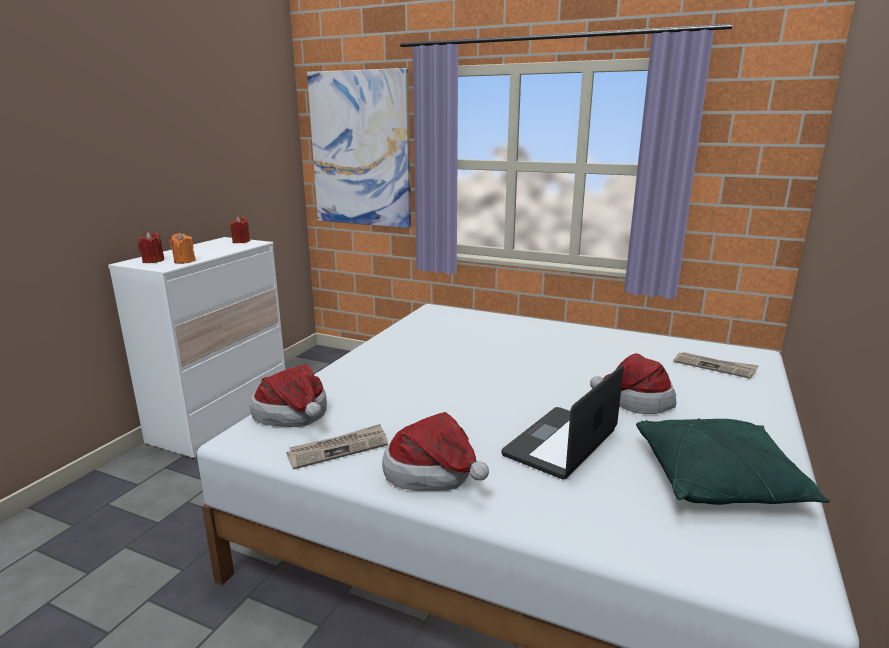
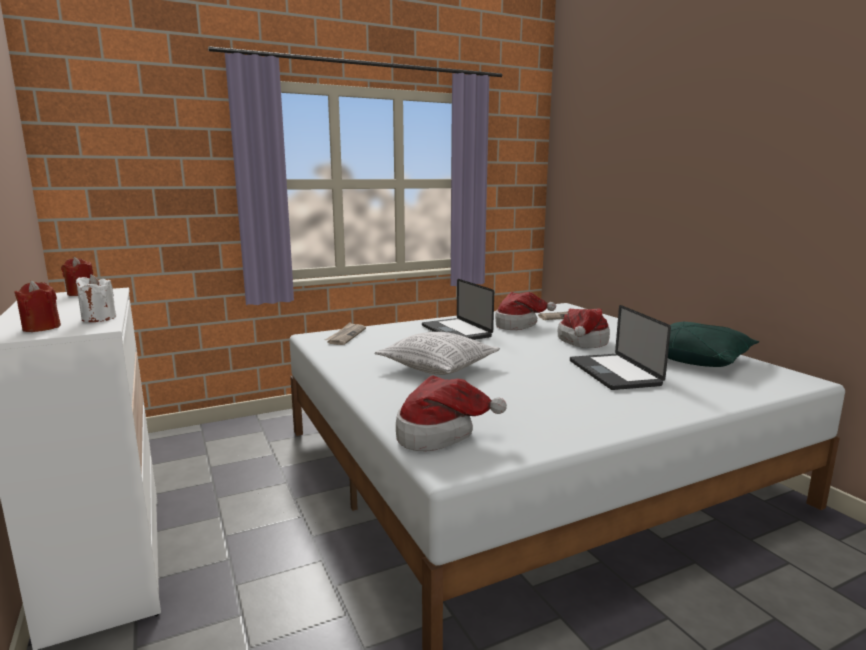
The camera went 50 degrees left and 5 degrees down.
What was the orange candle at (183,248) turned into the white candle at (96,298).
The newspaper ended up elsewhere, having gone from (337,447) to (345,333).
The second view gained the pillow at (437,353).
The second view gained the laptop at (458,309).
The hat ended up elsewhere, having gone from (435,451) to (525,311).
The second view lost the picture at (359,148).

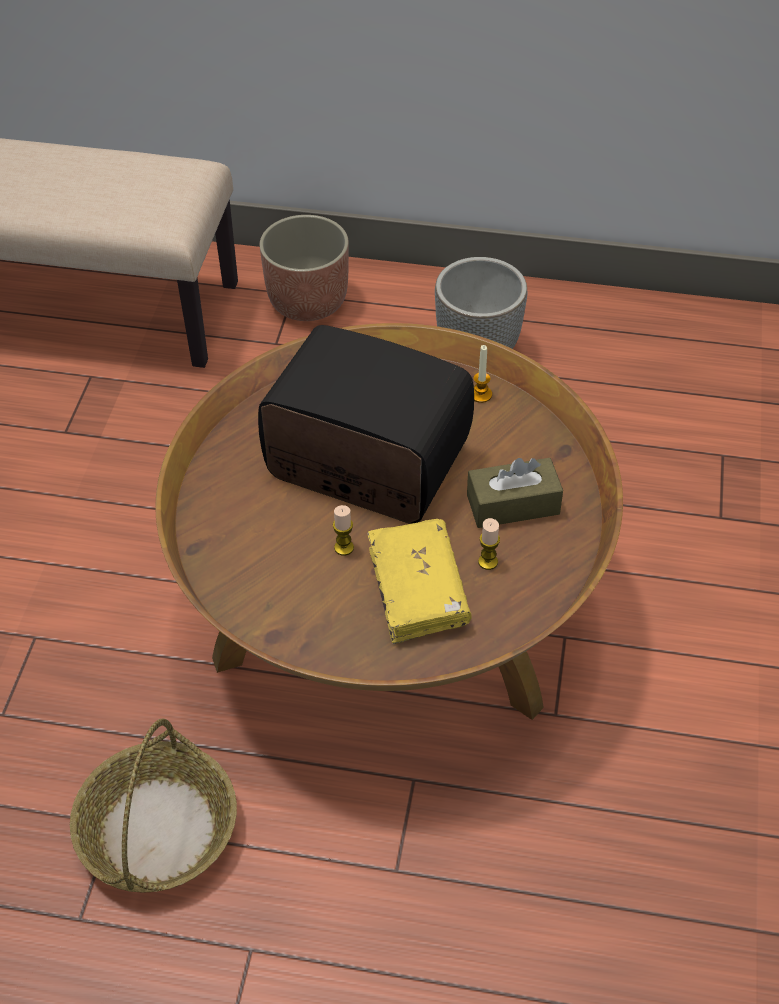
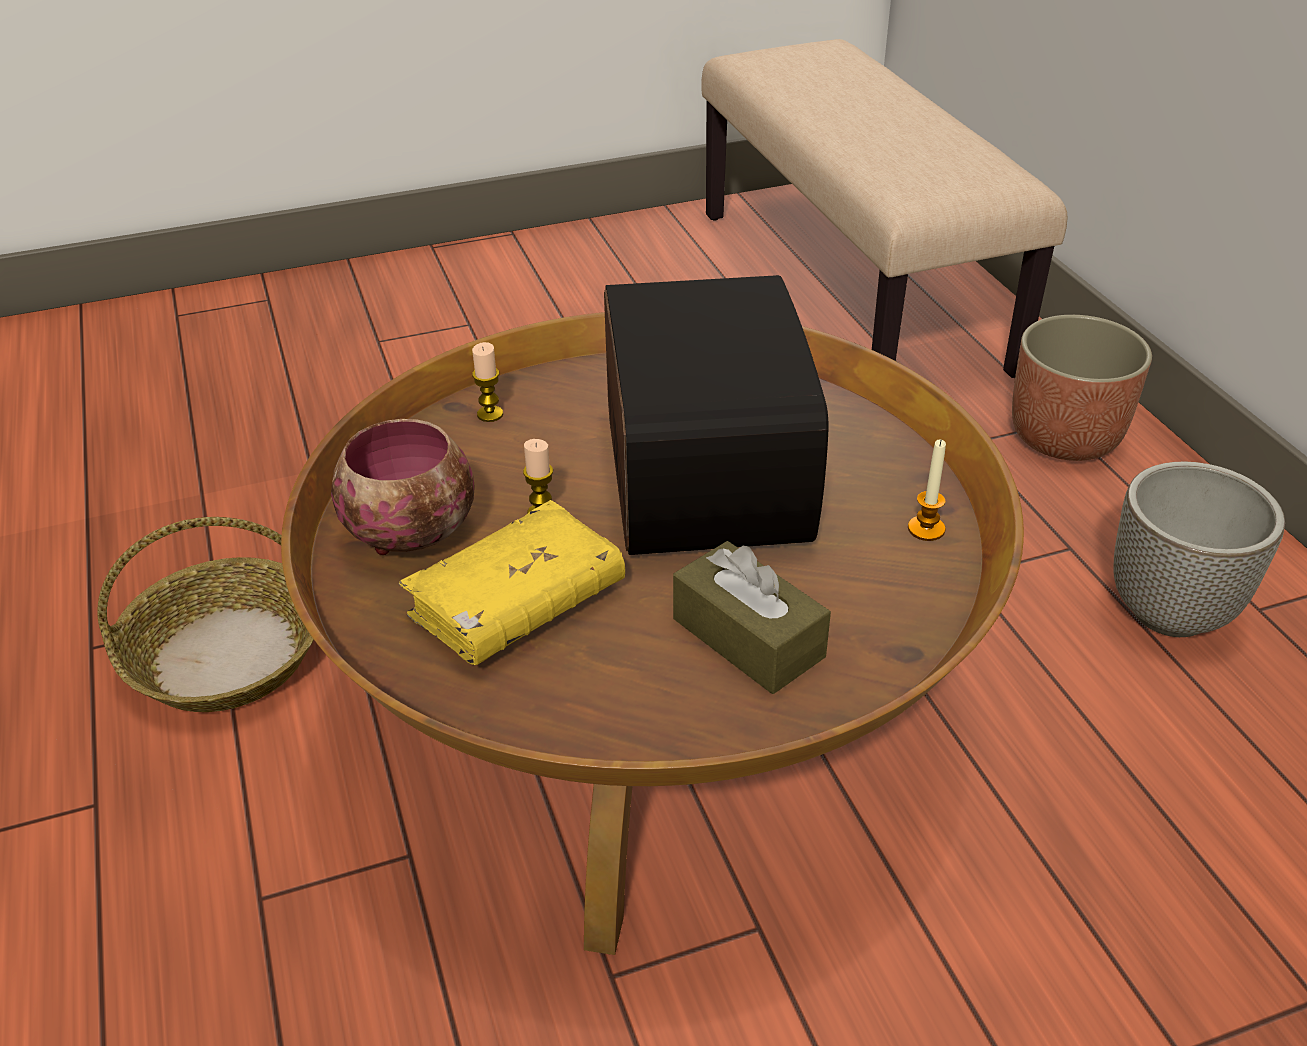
The camera went 60 degrees right and 10 degrees down.
The second view gained the bowl at (403,487).
The candle ended up elsewhere, having gone from (489,544) to (487,382).

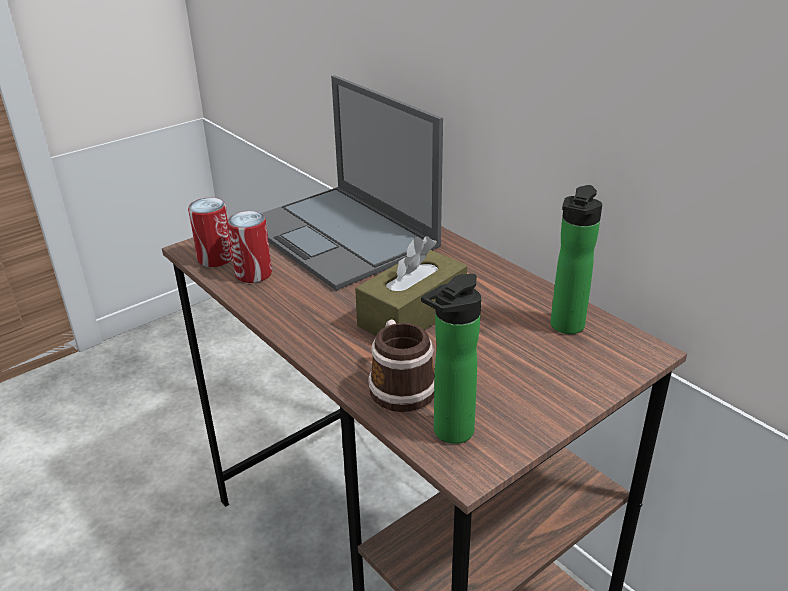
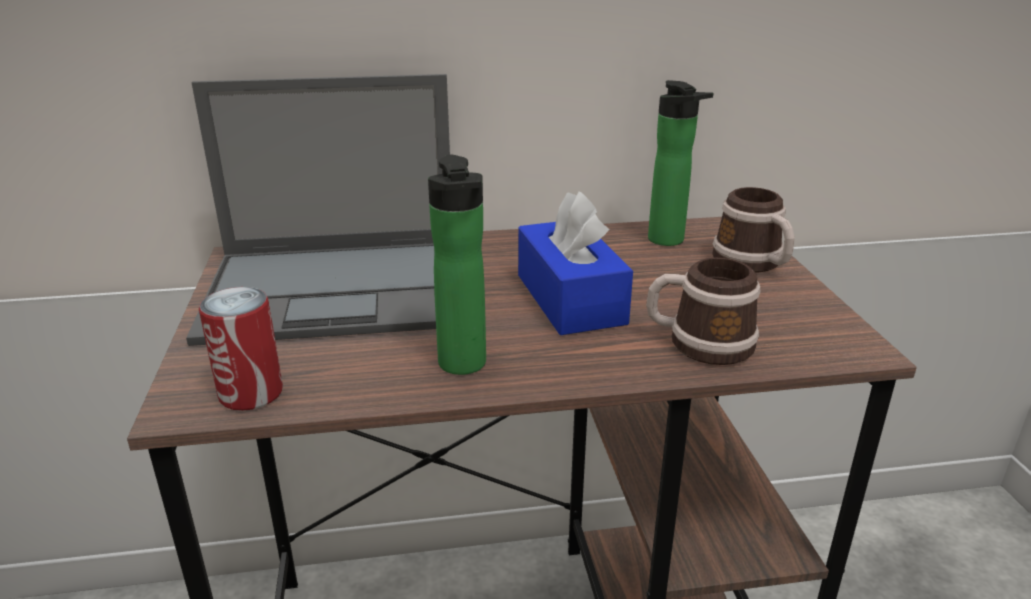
The camera went 60 degrees left and 5 degrees down.
The bottle ended up elsewhere, having gone from (451,359) to (457,265).
What was the brown tissue box at (411,286) turned into the blue tissue box at (575,263).
The second view gained the mug at (753,229).
The second view lost the can at (249,247).

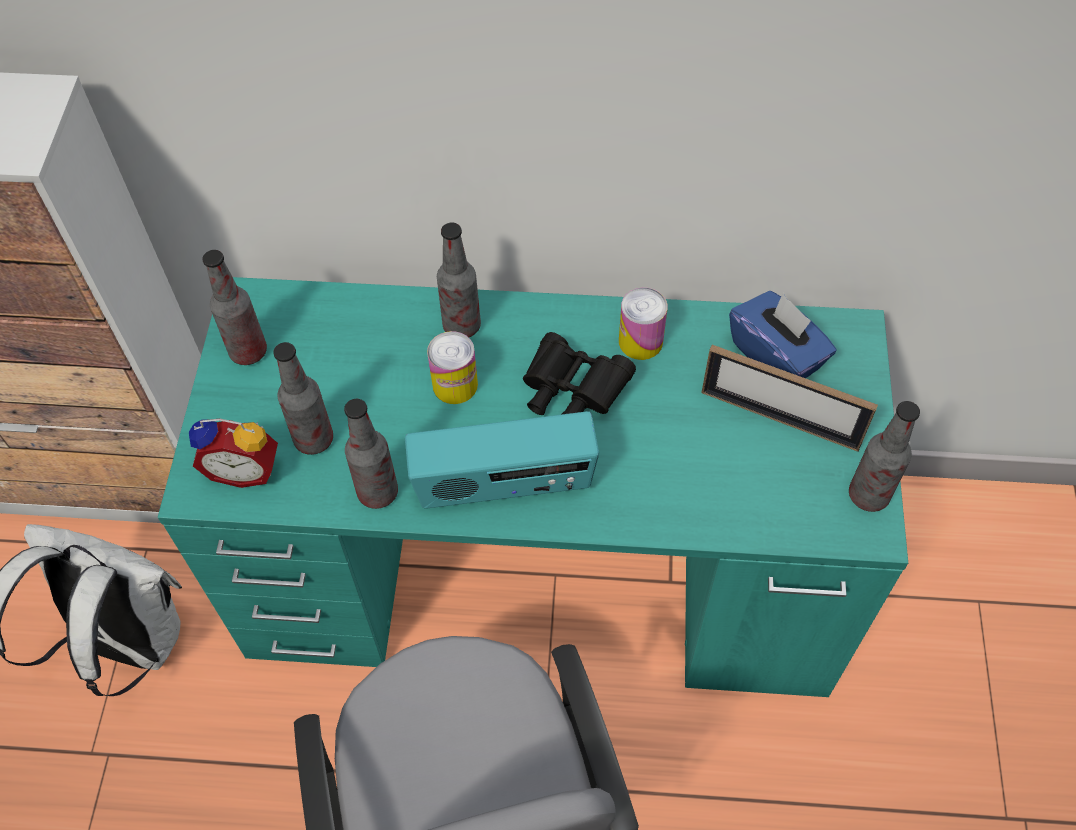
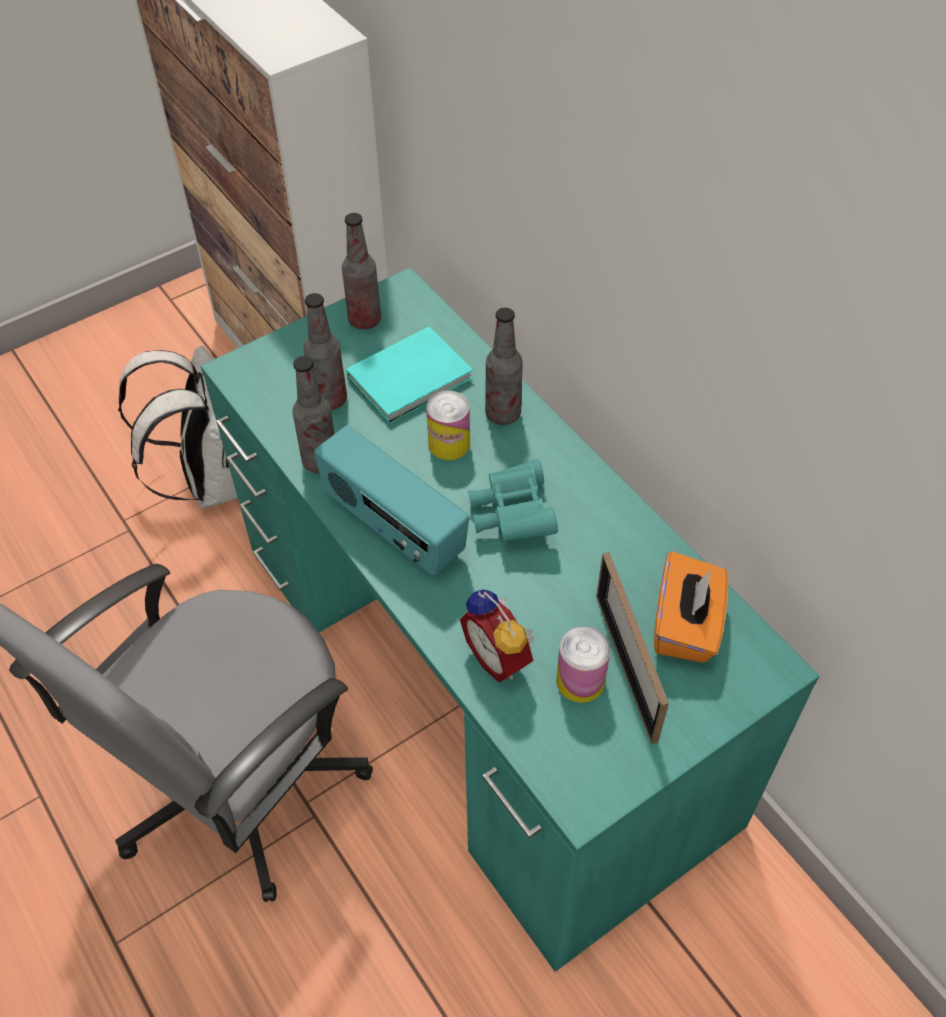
The camera went 50 degrees right and 5 degrees down.
The second view gained the turquoise book at (409,375).
The alarm clock ended up elsewhere, having gone from (233,453) to (497,636).
What was the black binoculars at (579,373) turned into the turquoise binoculars at (513,500).
The can ended up elsewhere, having gone from (643,324) to (583,664).
What was the blue tissue box at (782,334) turned into the orange tissue box at (691,607).
The second view lost the bottle at (884,456).

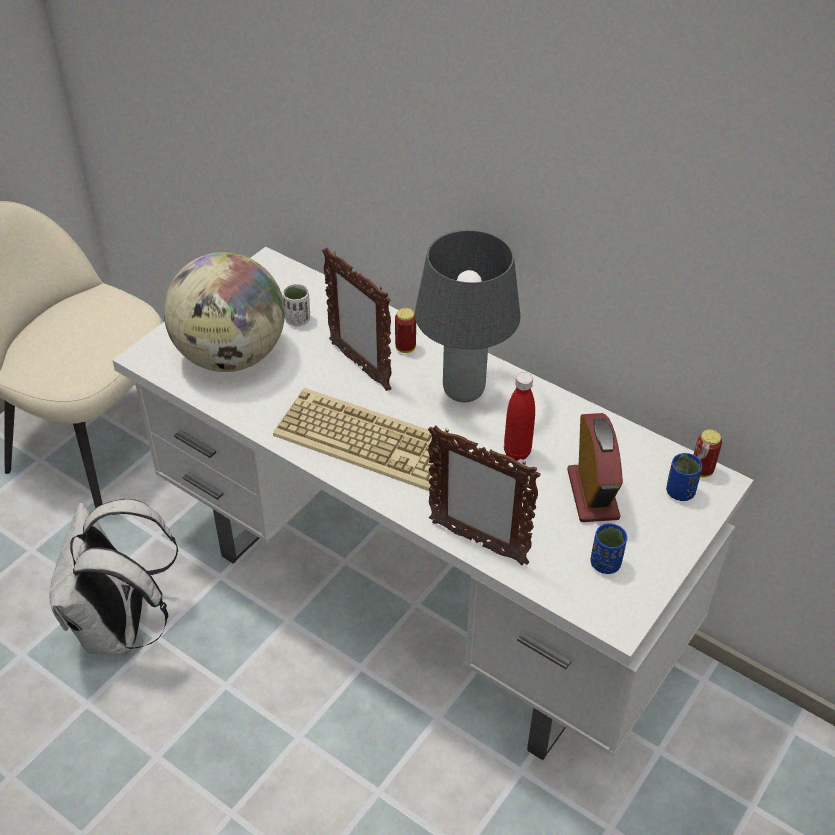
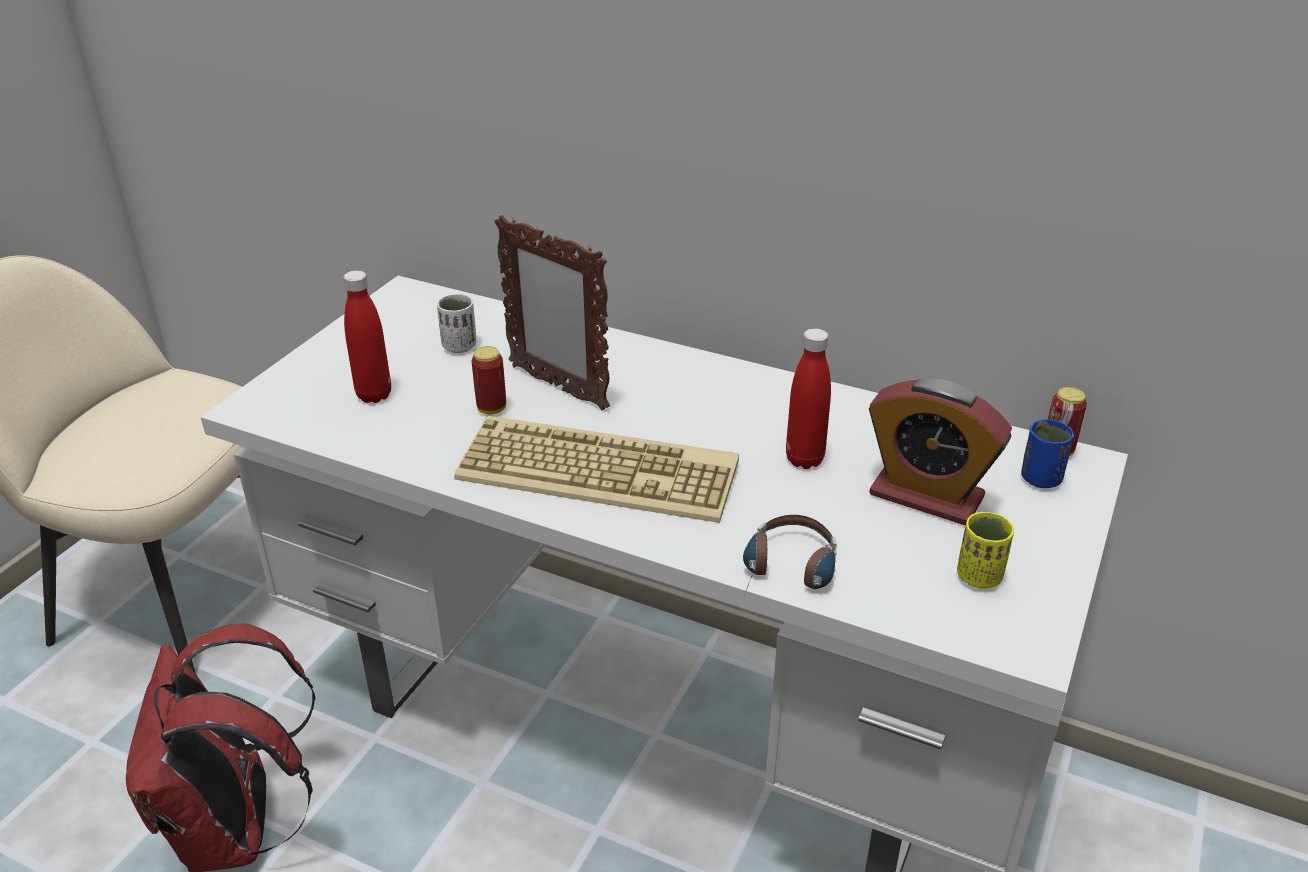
The camera went 10 degrees left and 10 degrees down.
What was the white backpack at (114,577) turned into the red backpack at (221,748).
Where the globe stood at (224,312), the red bottle came to stand at (367,336).
The can ended up elsewhere, having gone from (405,330) to (489,380).
Where the picture frame stood at (484,495), the headphones came to stand at (790,555).
The alarm clock at (595,467) ended up facing another way, 135 degrees clockwise from before.
What was the blue cup at (608,548) turned into the yellow cup at (985,550).
The second view lost the grey table lamp at (467,316).

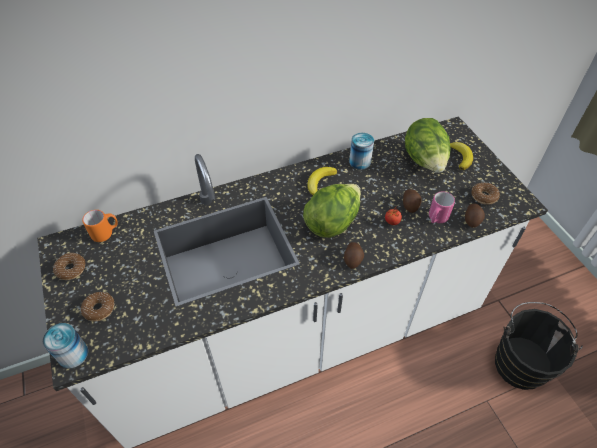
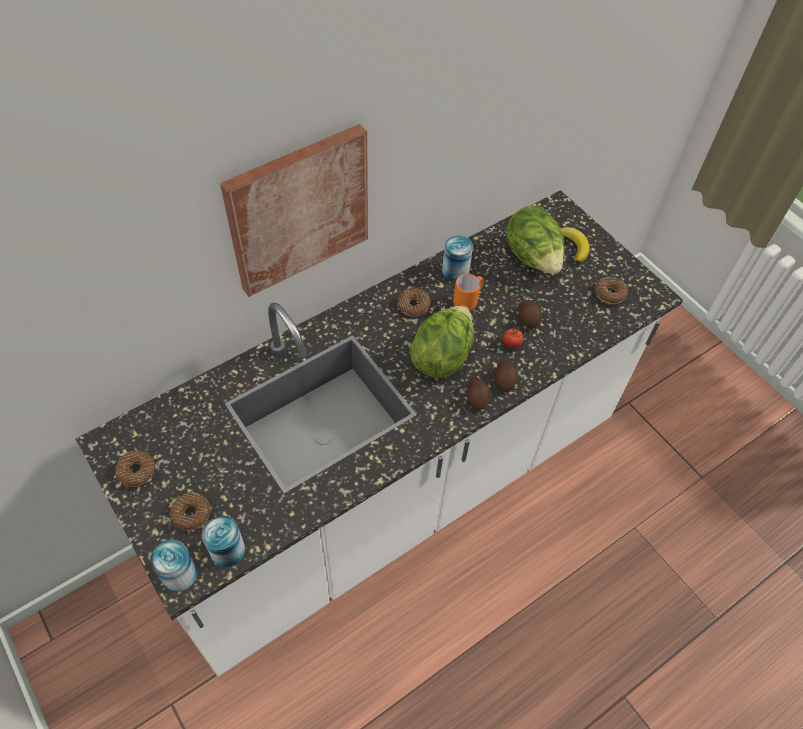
The camera went 15 degrees left and 5 degrees up.
The second view gained the can at (223,541).
The second view gained the picture at (294,210).
Where the banana stood at (322,181), the donut came to stand at (414,302).
The orange mug ended up elsewhere, having gone from (100,226) to (468,292).
The potato ended up elsewhere, having gone from (475,216) to (506,376).
The second view lost the pink mug at (442,207).
The second view lost the black bucket at (539,346).

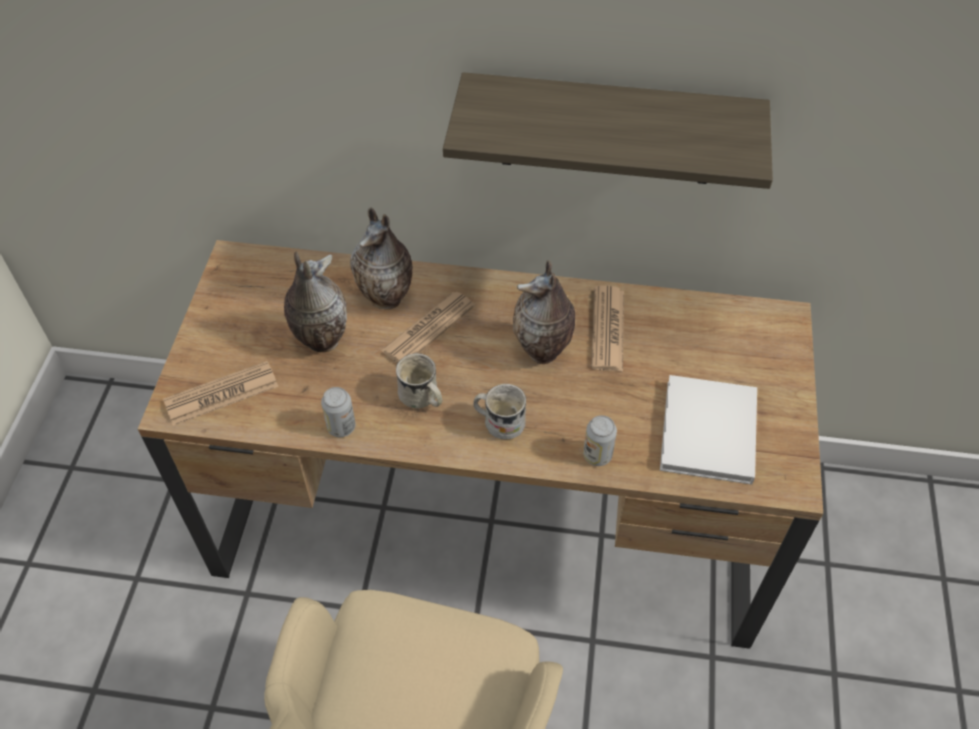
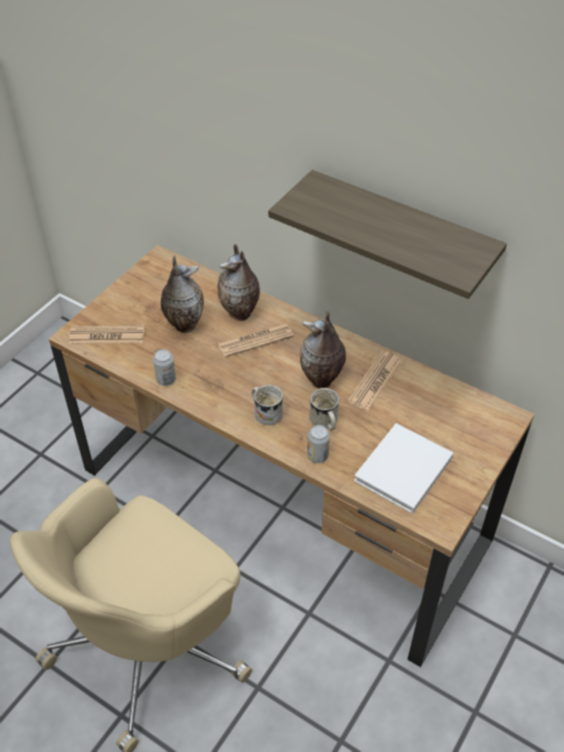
The camera went 25 degrees right and 5 degrees down.
The white mug ended up elsewhere, having gone from (419,380) to (324,409).

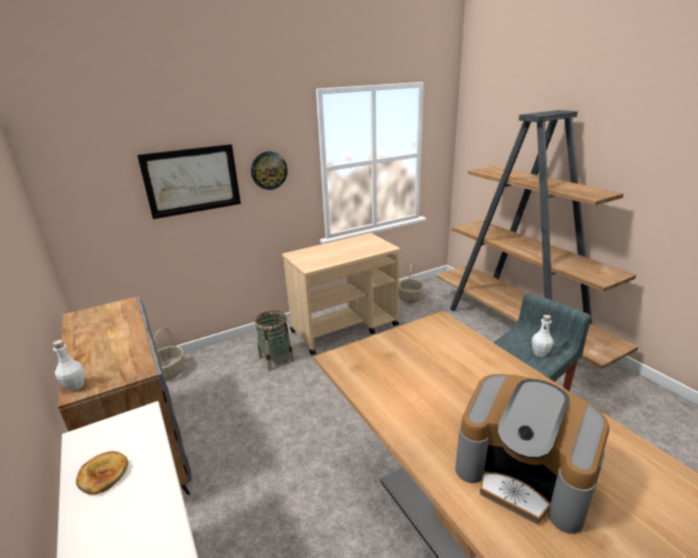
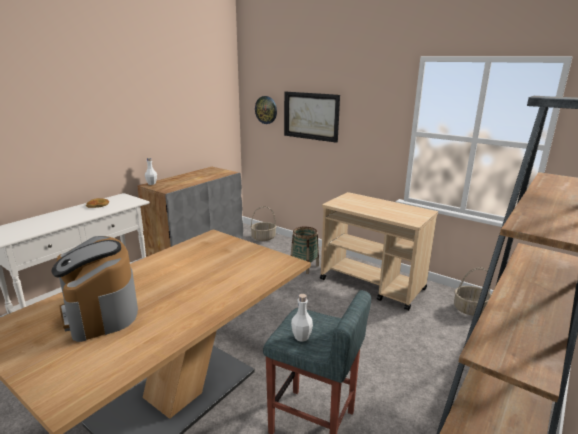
The camera went 65 degrees right and 5 degrees down.
The coffee machine at (532,454) ended up facing another way, 45 degrees counterclockwise from before.
The wall clock ended up elsewhere, having gone from (269,170) to (266,110).

